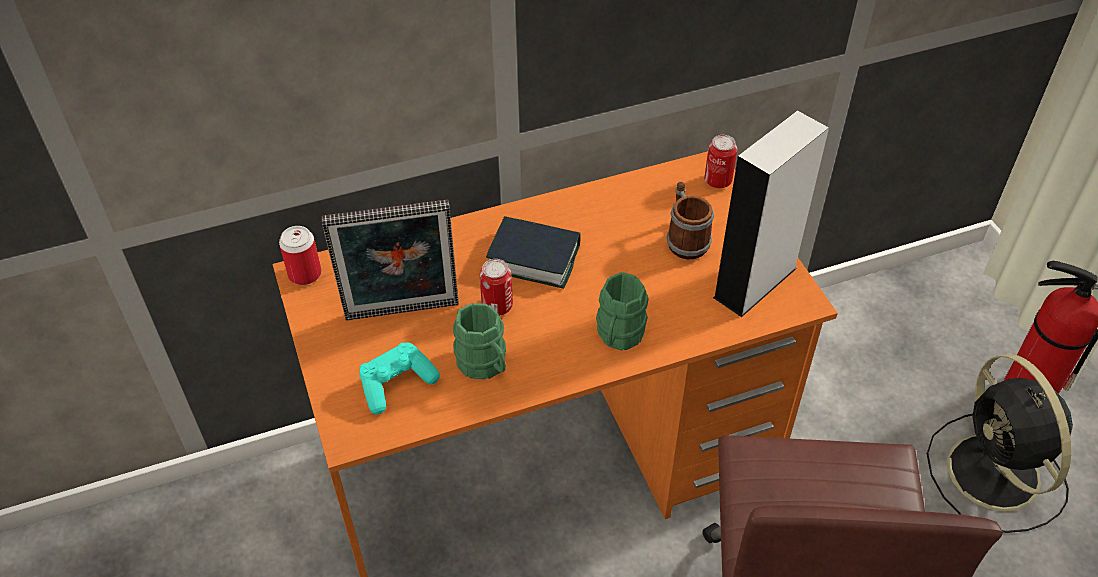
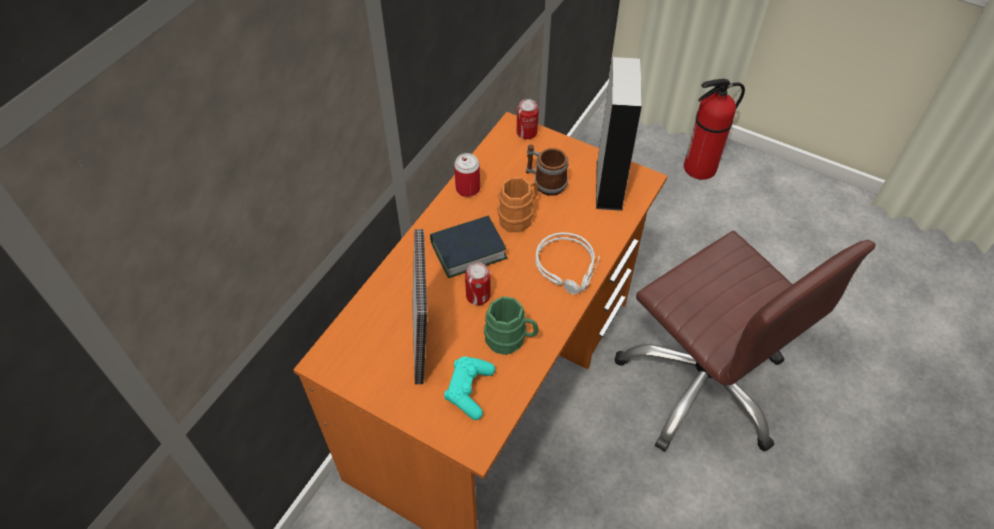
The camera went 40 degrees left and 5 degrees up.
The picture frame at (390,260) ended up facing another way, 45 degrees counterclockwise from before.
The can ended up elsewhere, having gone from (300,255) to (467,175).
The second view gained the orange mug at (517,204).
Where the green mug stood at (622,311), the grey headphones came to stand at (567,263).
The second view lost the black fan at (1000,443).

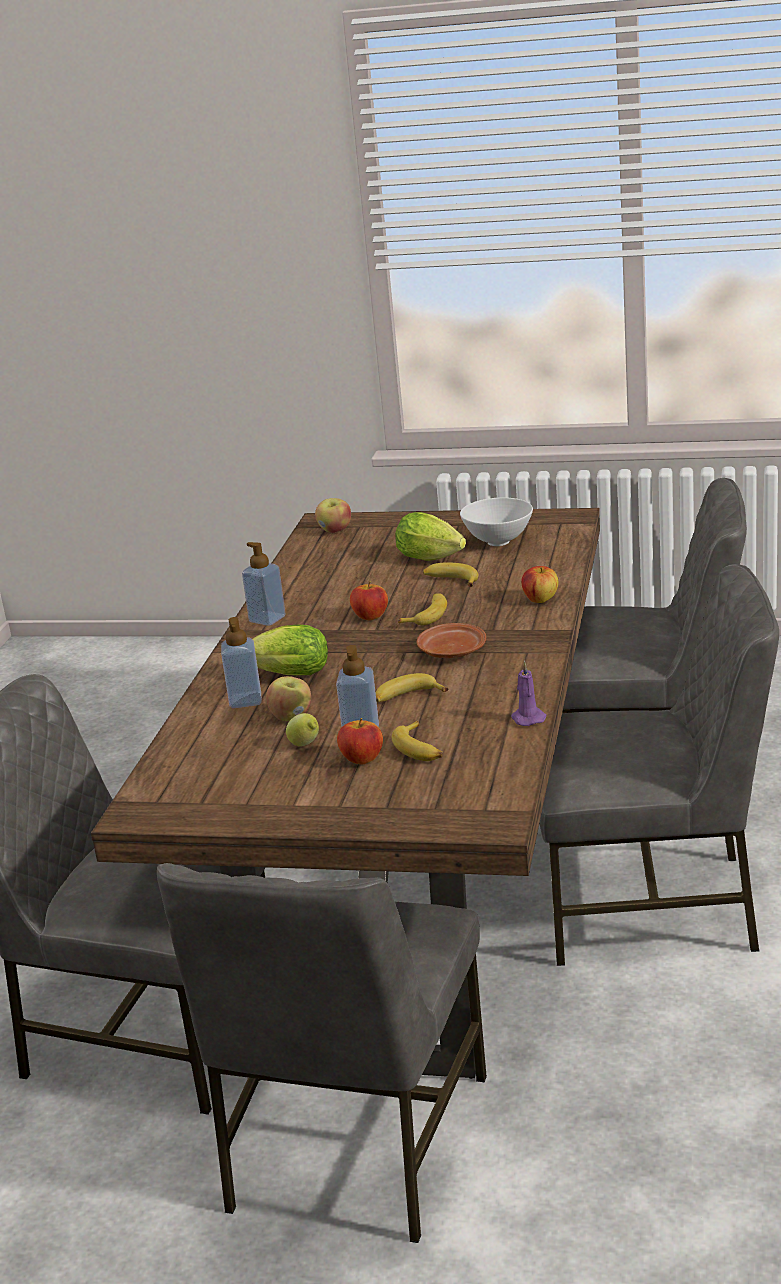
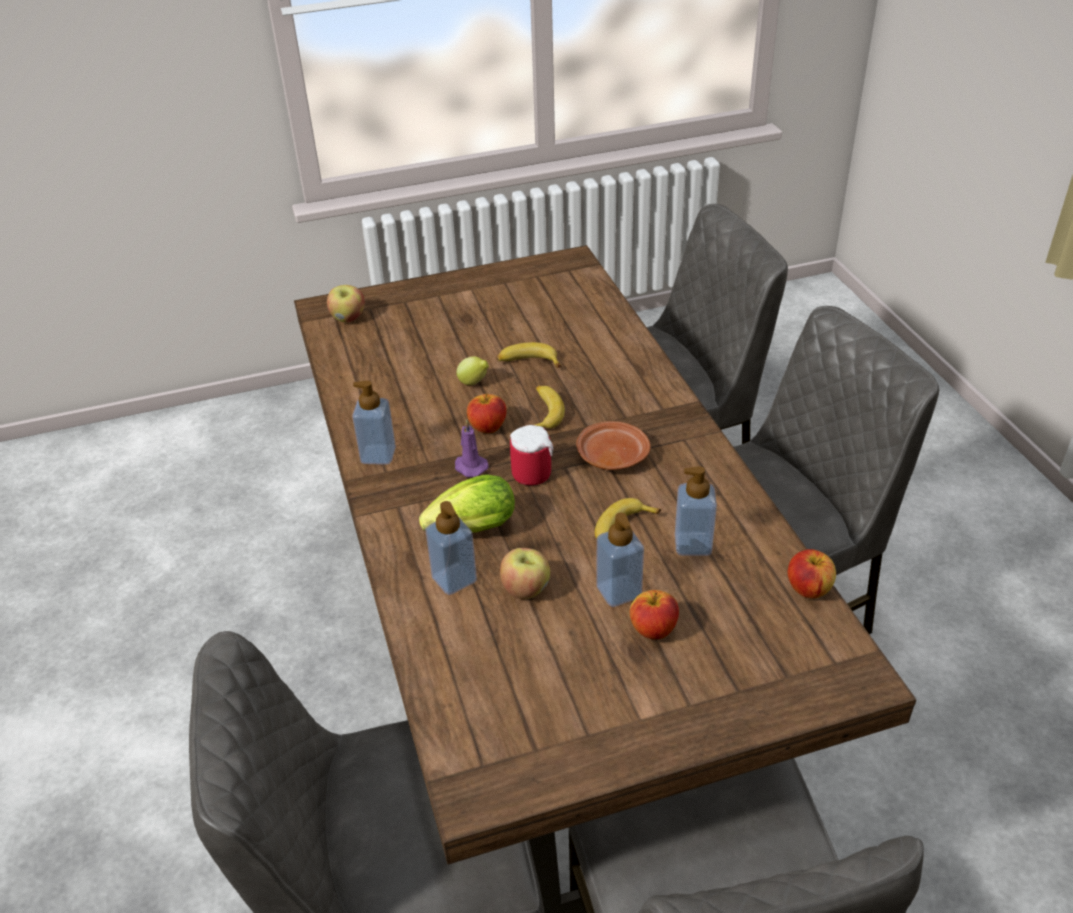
The camera went 30 degrees left and 15 degrees up.
The purple candle ended up elsewhere, having gone from (528,693) to (472,448).
The lemon ended up elsewhere, having gone from (302,729) to (472,370).
The second view gained the mug at (531,455).
The second view gained the soap dispenser at (696,511).
The apple ended up elsewhere, having gone from (539,584) to (812,574).
The second view lost the banana at (417,741).
The second view lost the lettuce at (430,536).
The second view lost the white bowl at (496,521).

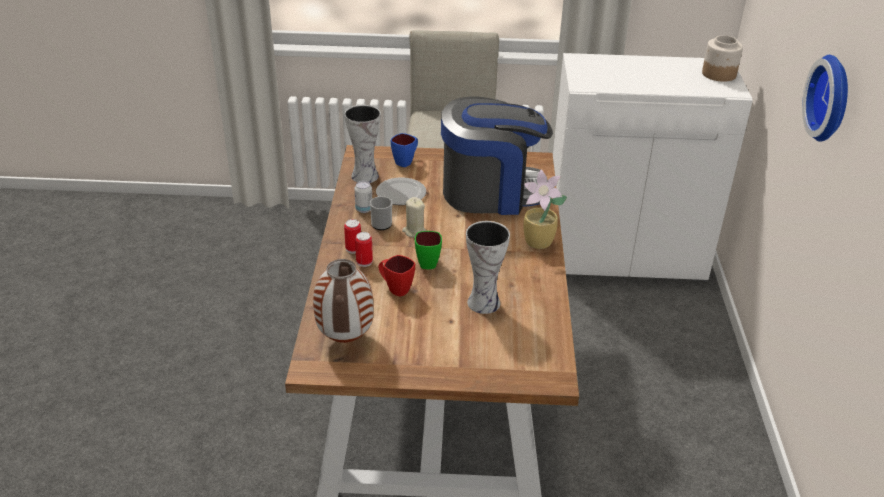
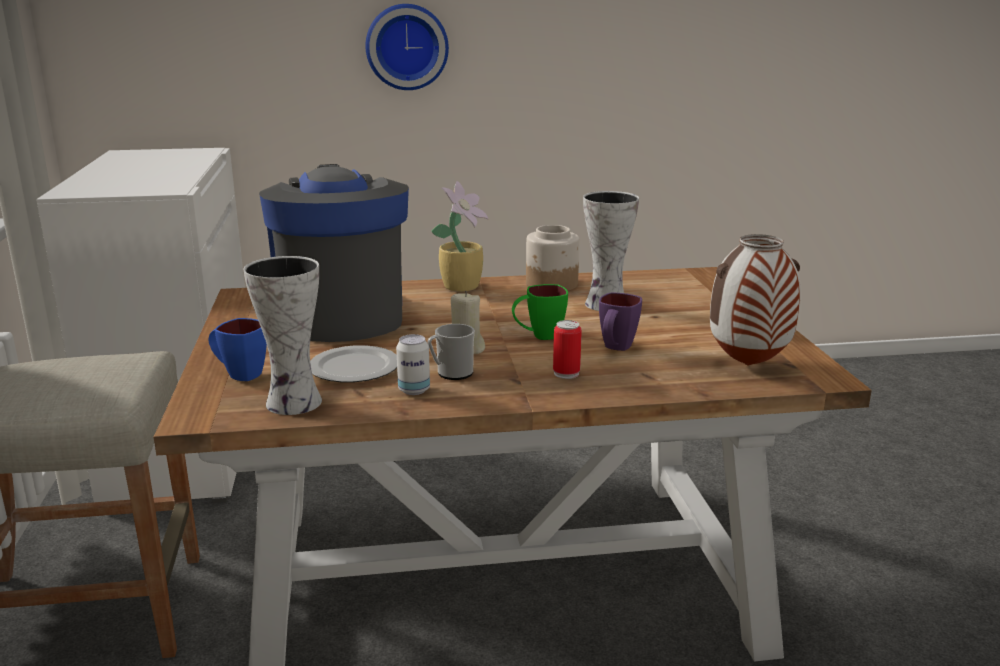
The camera went 100 degrees left and 15 degrees down.
The jar ended up elsewhere, having gone from (722,58) to (552,258).
What was the red mug at (396,276) turned into the purple mug at (620,322).
The second view lost the can at (352,236).

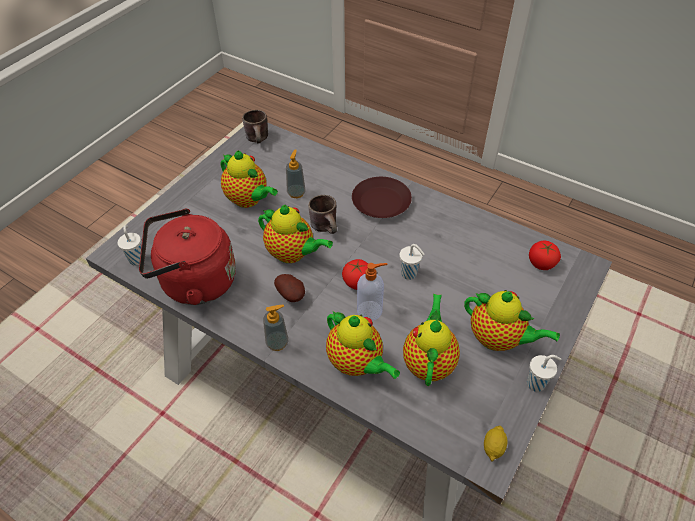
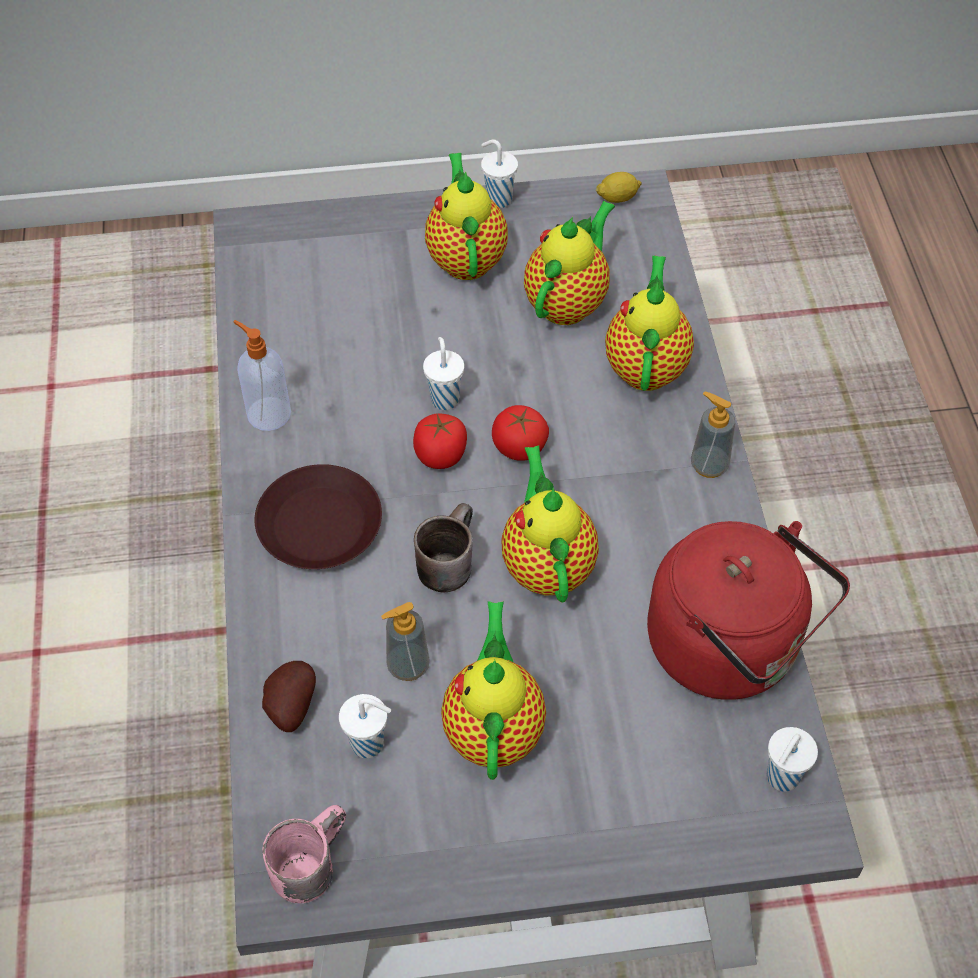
The camera went 130 degrees left and 5 degrees up.
The soap dispenser ended up elsewhere, having gone from (372,292) to (262,375).
The potato ended up elsewhere, having gone from (289,288) to (289,696).
What was the brown mug at (255,126) turned into the pink mug at (304,854).
The second view gained the white cup at (365,726).
The tomato ended up elsewhere, having gone from (545,255) to (440,441).
The teapot at (431,340) ended up facing another way, 150 degrees clockwise from before.

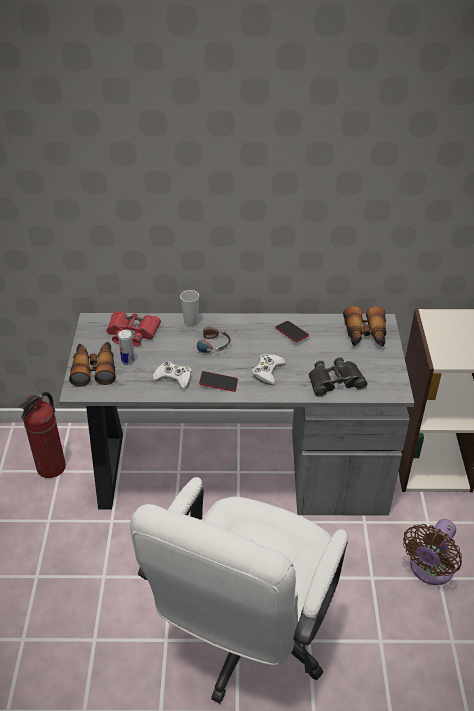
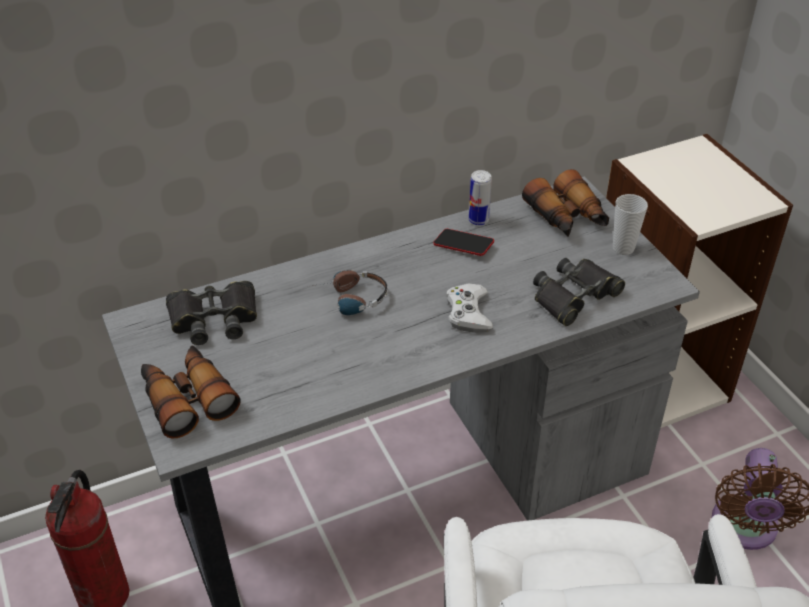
The camera went 25 degrees left and 0 degrees up.
What was the red binoculars at (133,328) turned into the black binoculars at (211,313).
The can ended up elsewhere, having gone from (126,347) to (480,197).
The cup ended up elsewhere, having gone from (189,308) to (630,224).
The second view lost the white game controller at (172,375).
The second view lost the phone at (218,381).

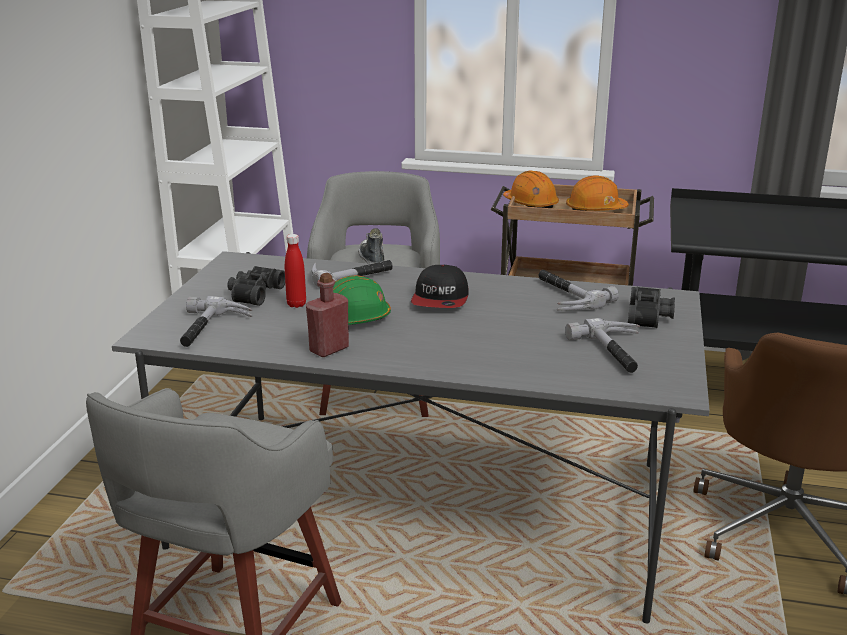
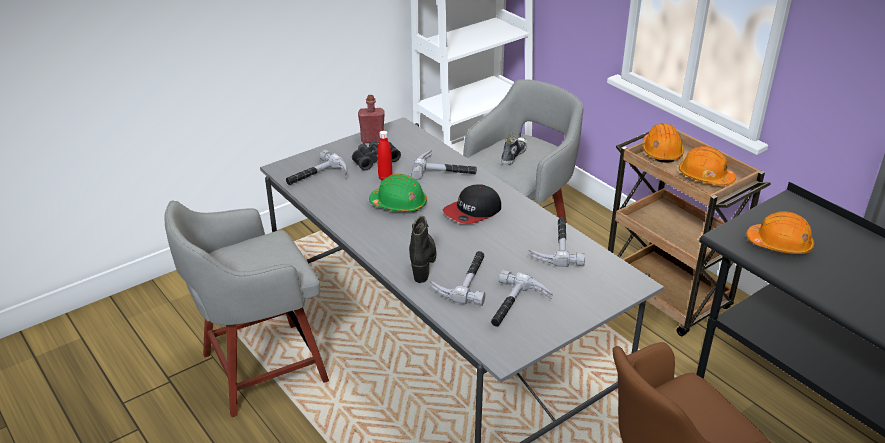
The camera went 40 degrees right and 10 degrees up.
The red bottle ended up elsewhere, having gone from (327,315) to (371,119).
The second view gained the black boot at (422,249).
The second view gained the hammer at (457,278).
The second view gained the orange hard hat at (780,232).
The second view lost the black binoculars at (651,307).

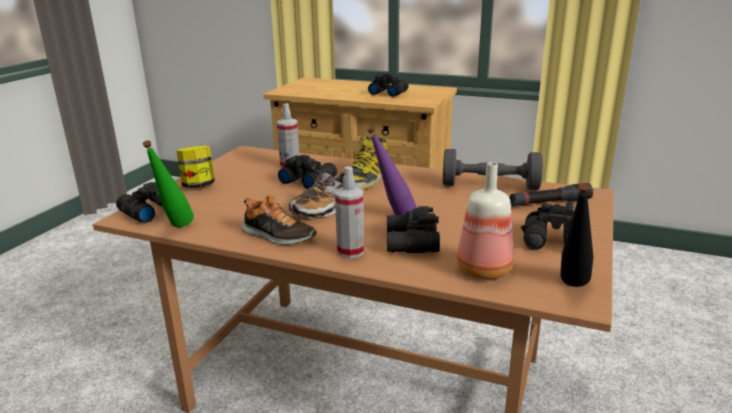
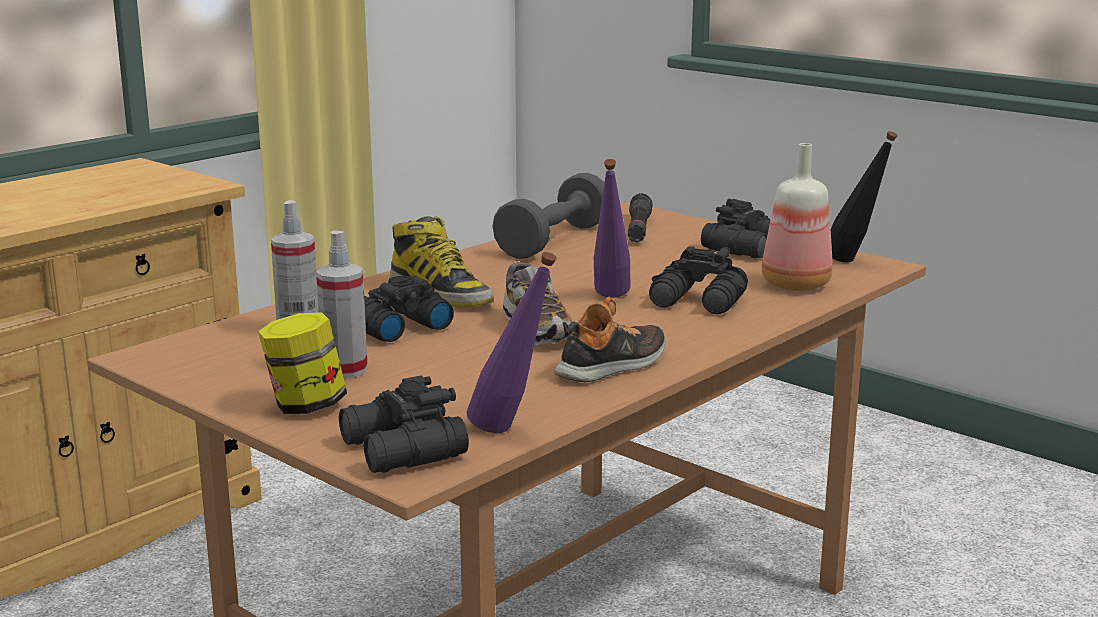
The camera went 70 degrees left and 5 degrees down.
The spray bottle ended up elsewhere, having gone from (349,212) to (342,305).
What was the green bottle at (168,183) turned into the purple bottle at (511,342).
The second view lost the black binoculars at (388,85).

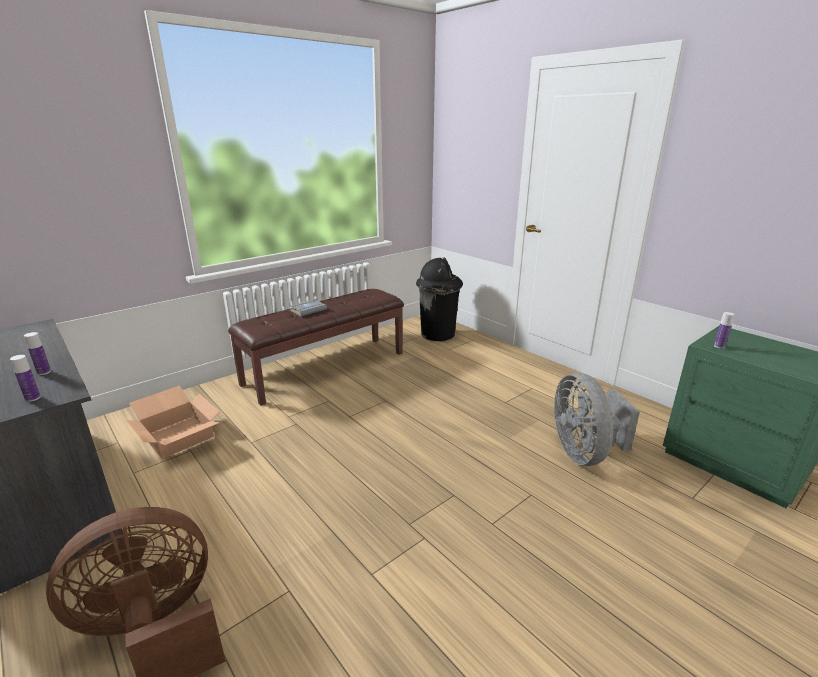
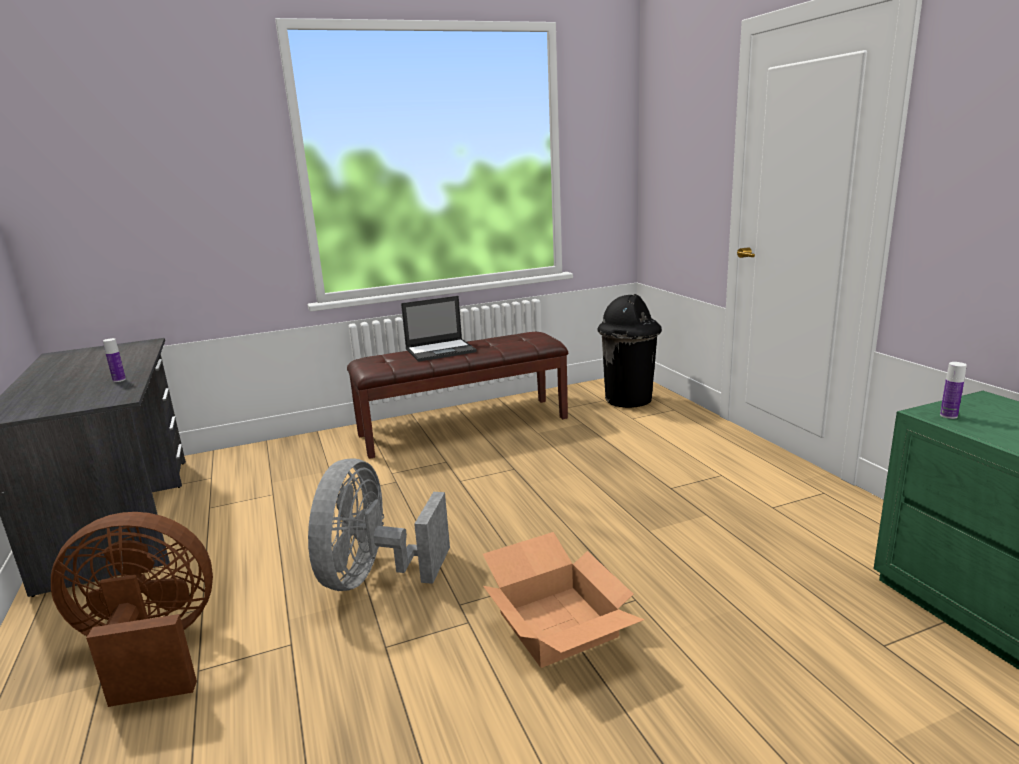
The camera went 20 degrees right and 5 degrees down.
The grey fan ended up elsewhere, having gone from (597,419) to (379,524).
Where the grey book stood at (308,308), the laptop came to stand at (439,329).
The cardboard box ended up elsewhere, having gone from (173,422) to (563,600).
The second view lost the bottle at (25,378).

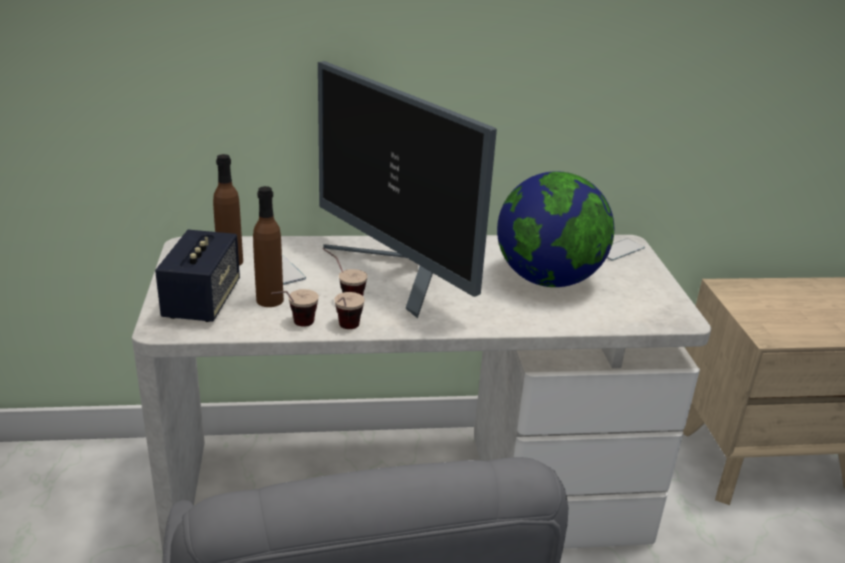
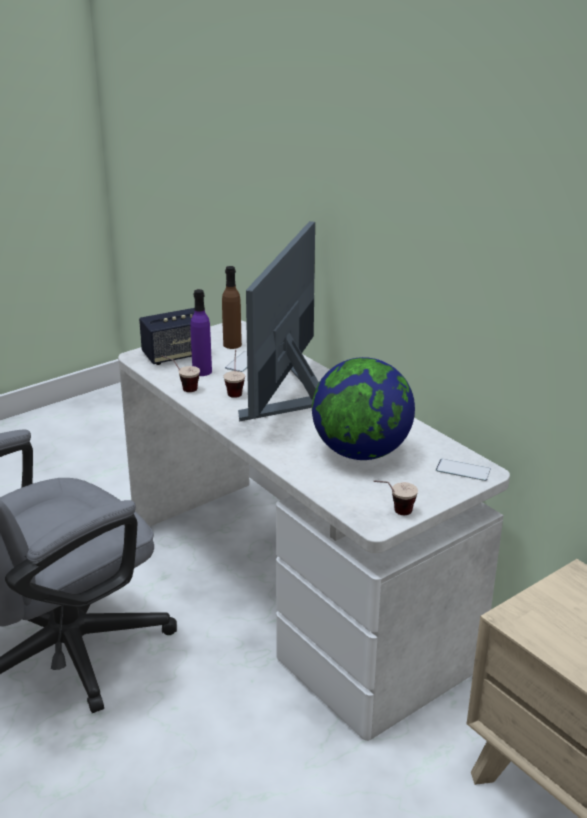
The camera went 60 degrees right and 0 degrees up.
What was the brown bottle at (268,246) turned into the purple bottle at (201,332).
The cup ended up elsewhere, having gone from (349,310) to (395,497).

